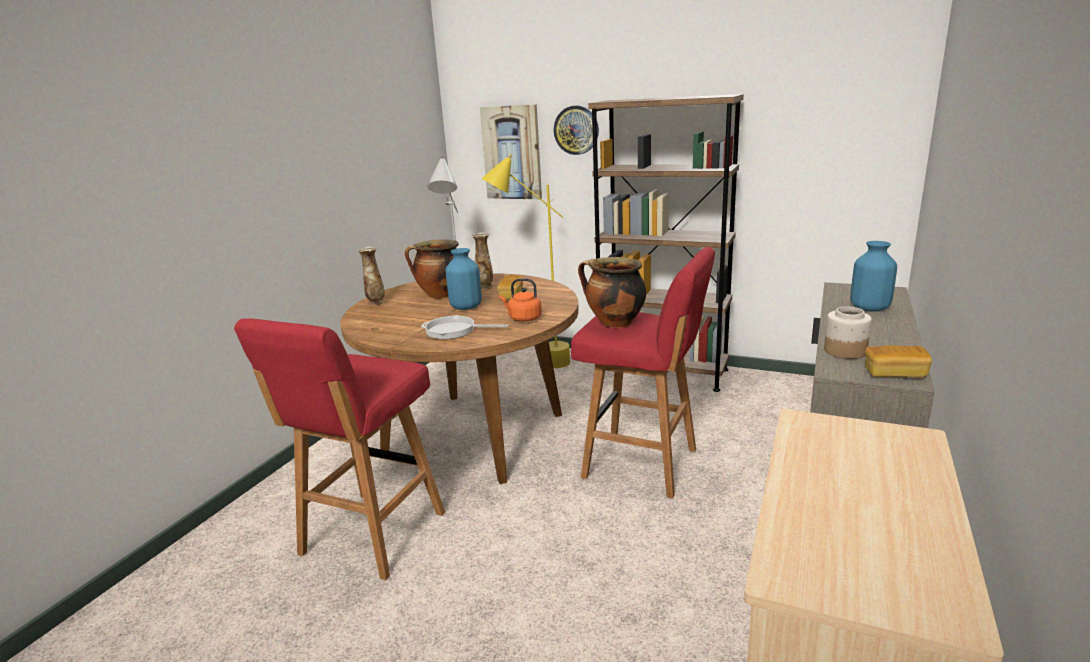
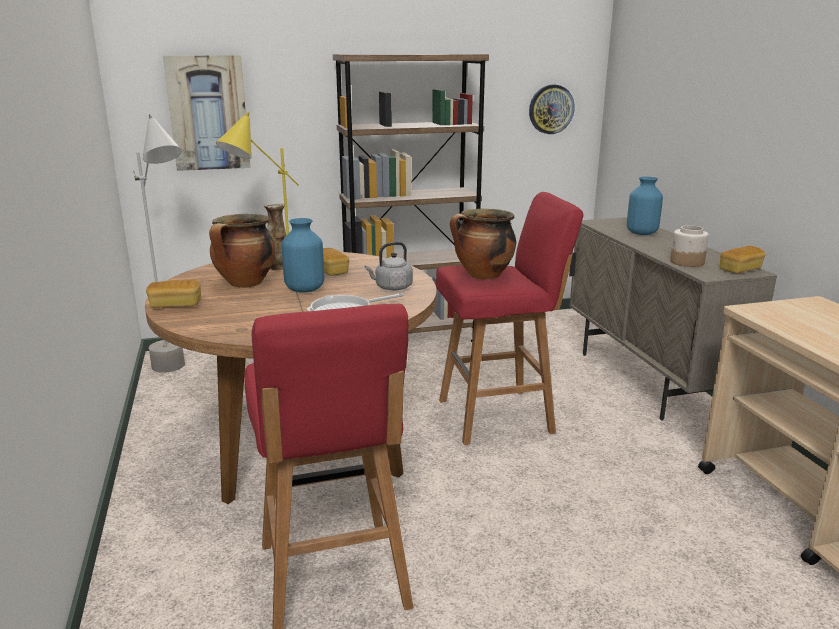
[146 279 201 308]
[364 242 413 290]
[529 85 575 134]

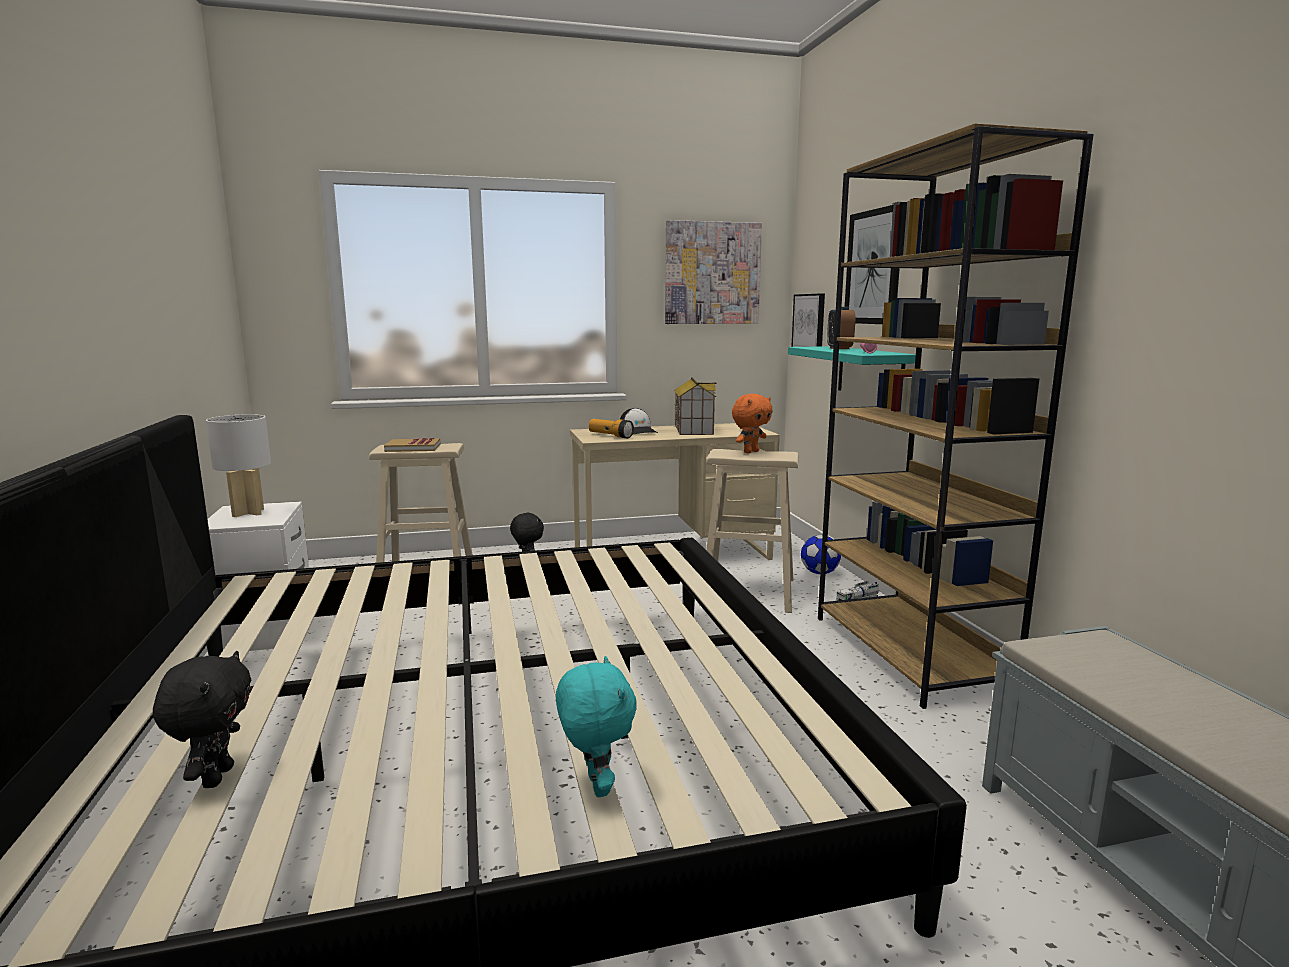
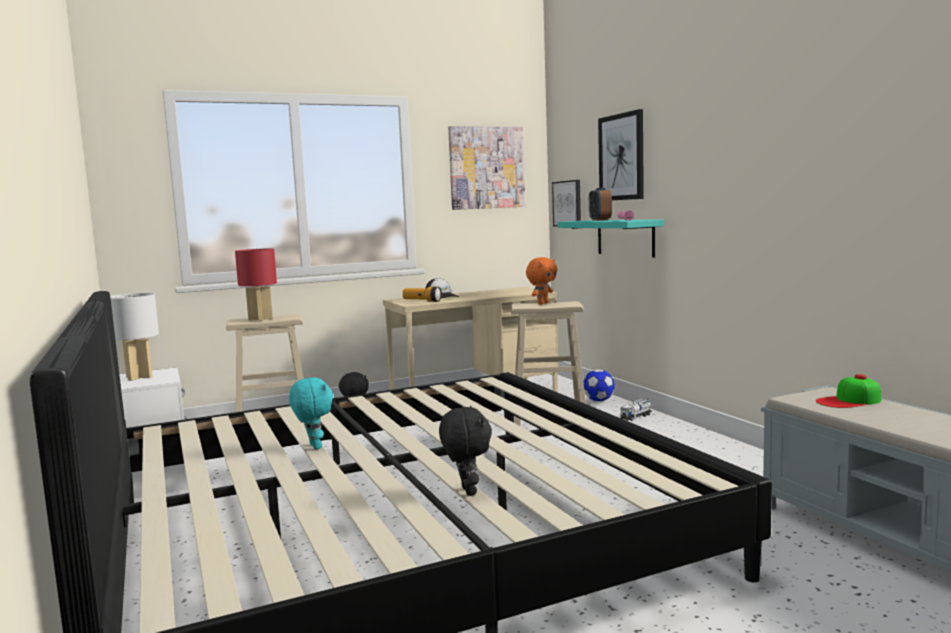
[439 406 492 496]
[235 248 277 321]
[289 377 333 449]
[674 377 716 435] (first image)
[818 123 1094 709] (first image)
[815 374 881 408]

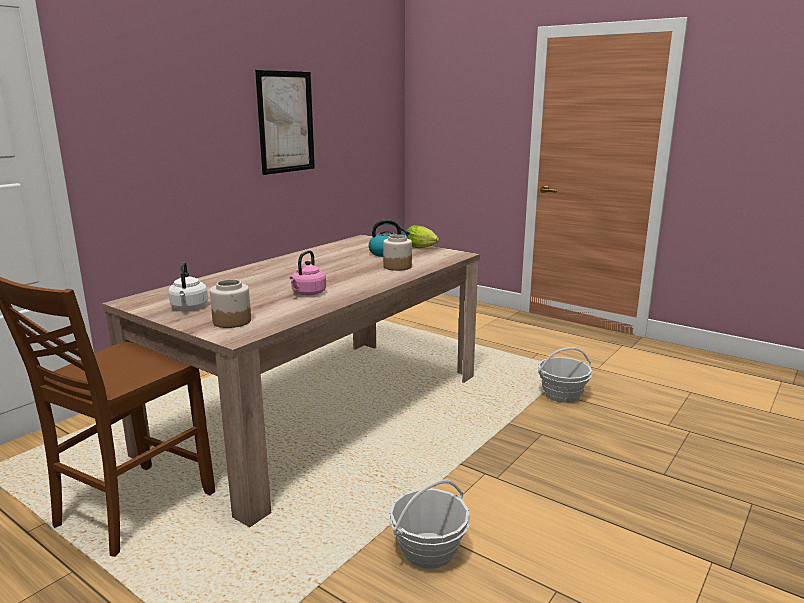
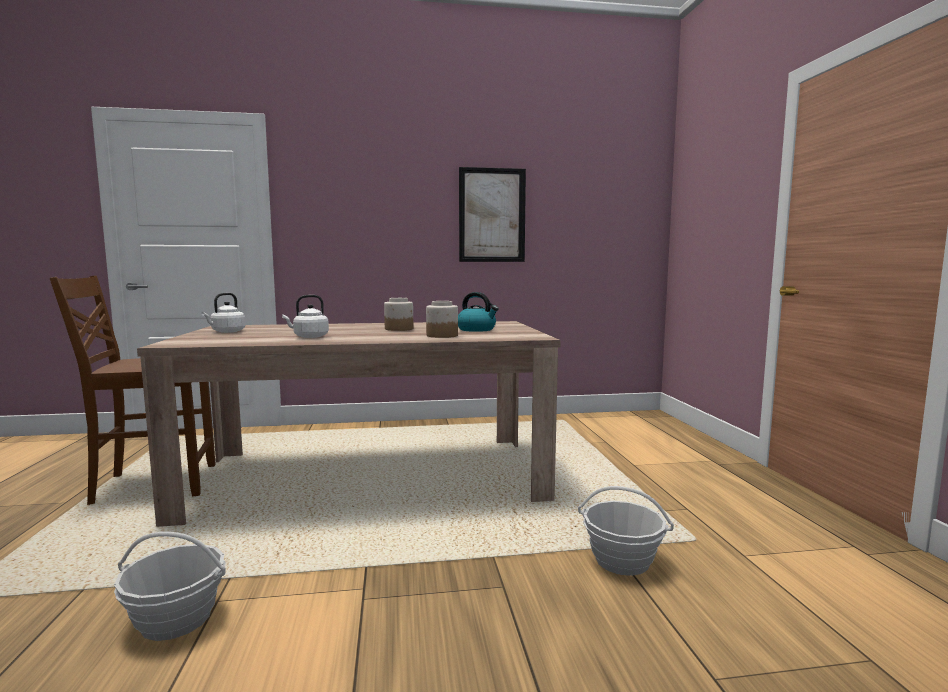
[384 298 413 331]
[282 295 329 338]
[407 225 439 248] (first image)

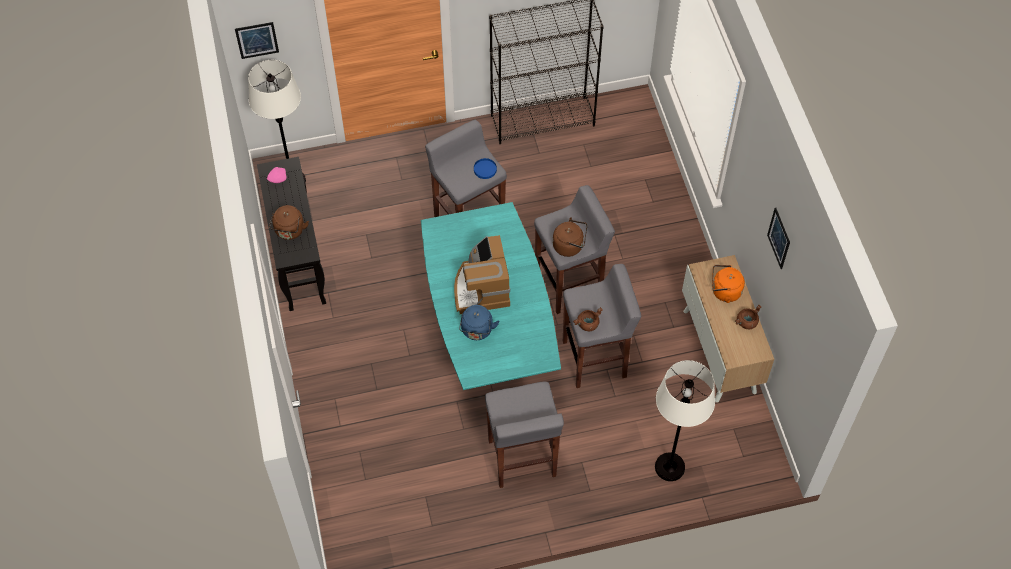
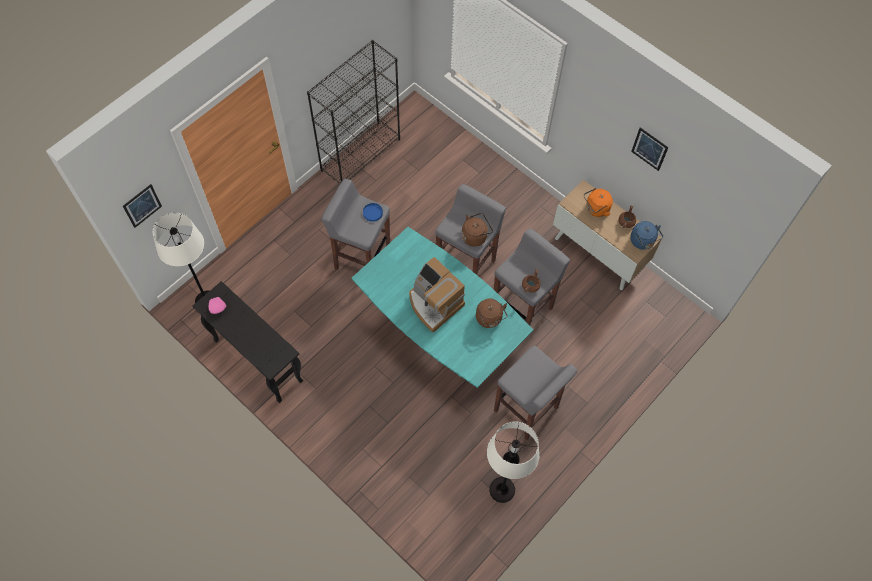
[476 298 507 328]
[630 221 663 250]
[487 421 540 503]

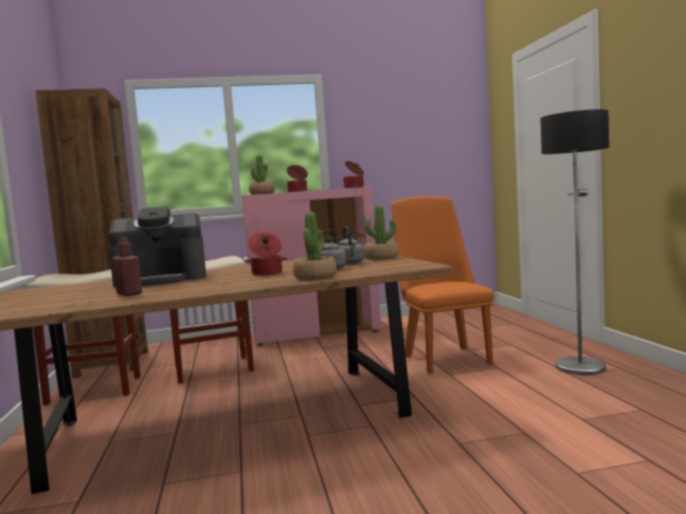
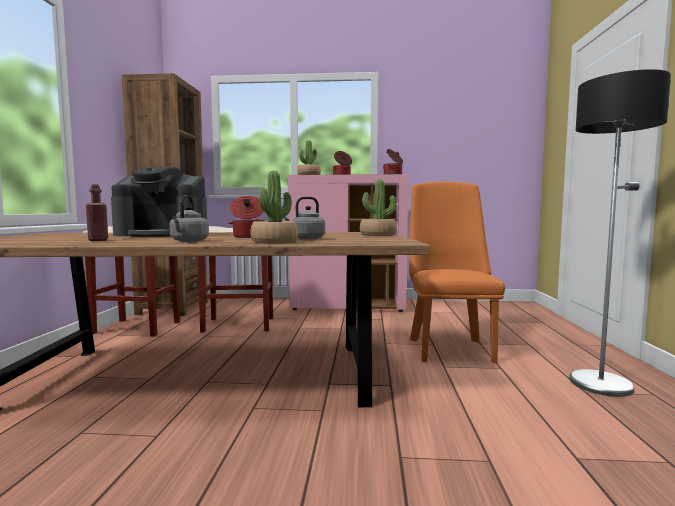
[170 195 209 242]

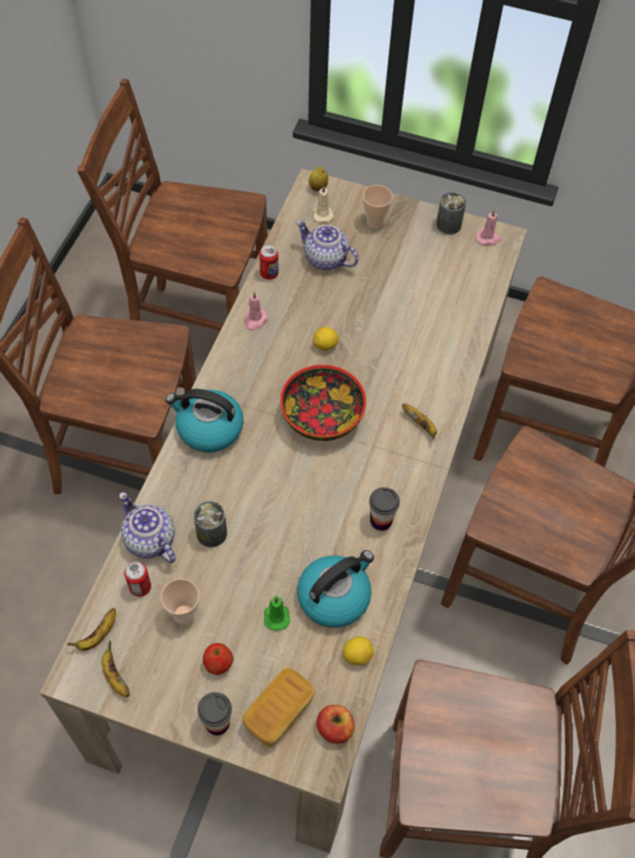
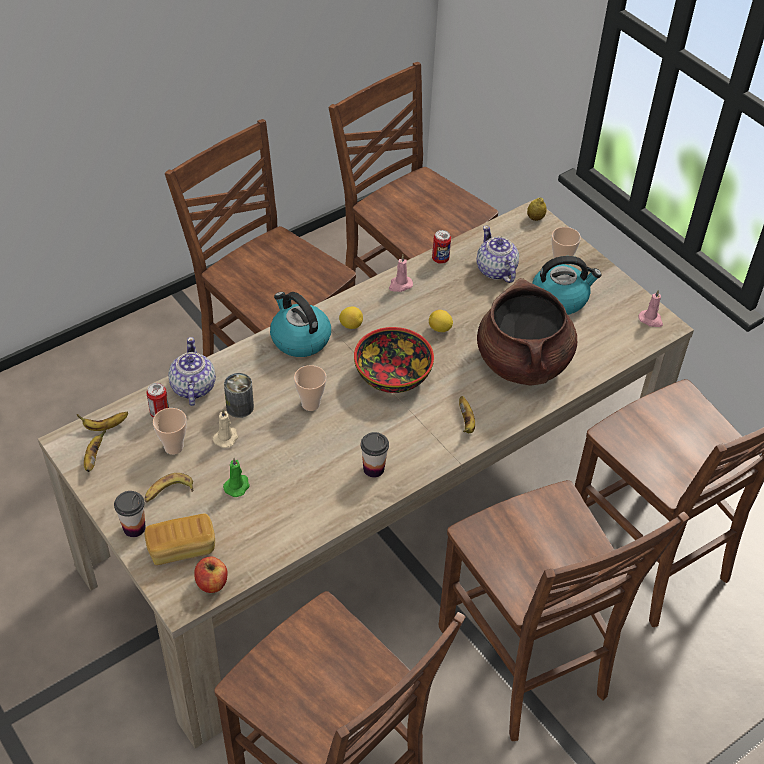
[145 473 193 502]
[532 256 602 315]
[213 409 238 448]
[339 307 363 329]
[436 192 466 235] (first image)
[294 365 327 411]
[477 278 577 386]

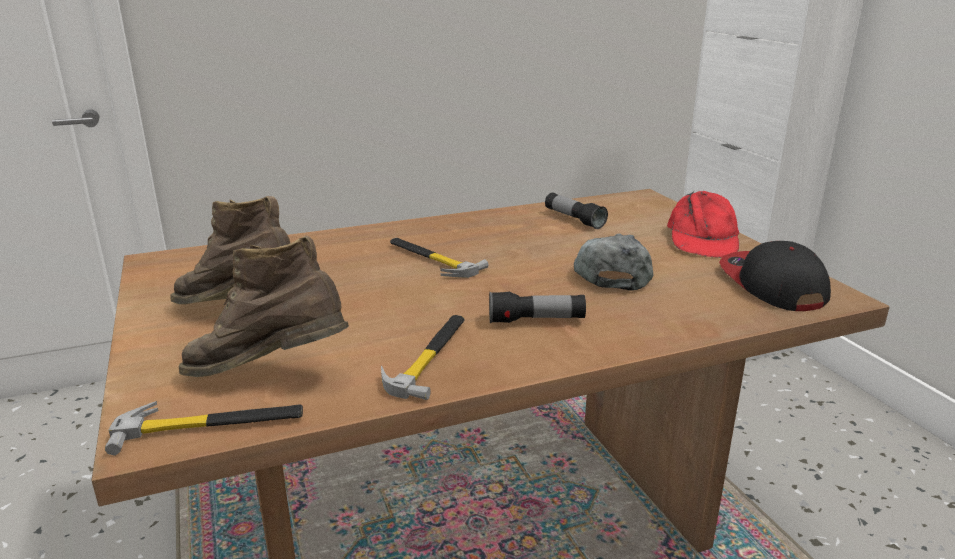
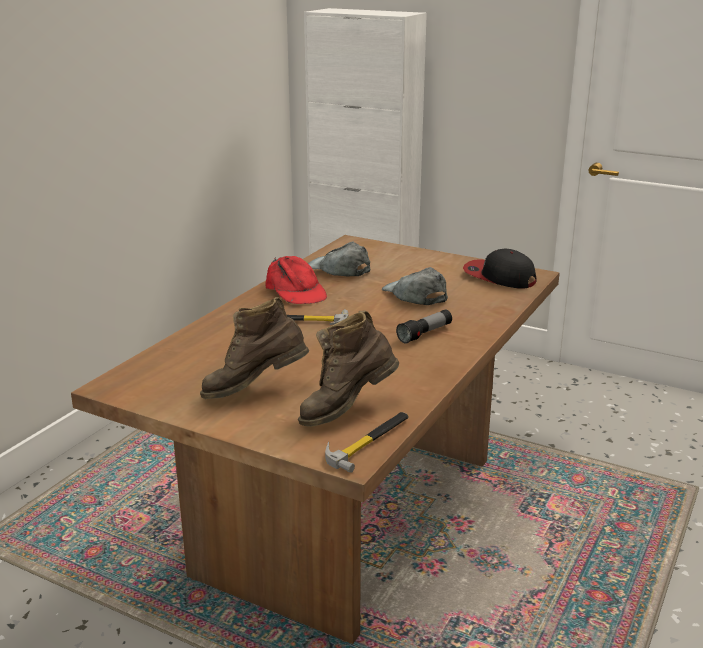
[381 315 465 400] (first image)
[308 242 370 276]
[266 256 327 304]

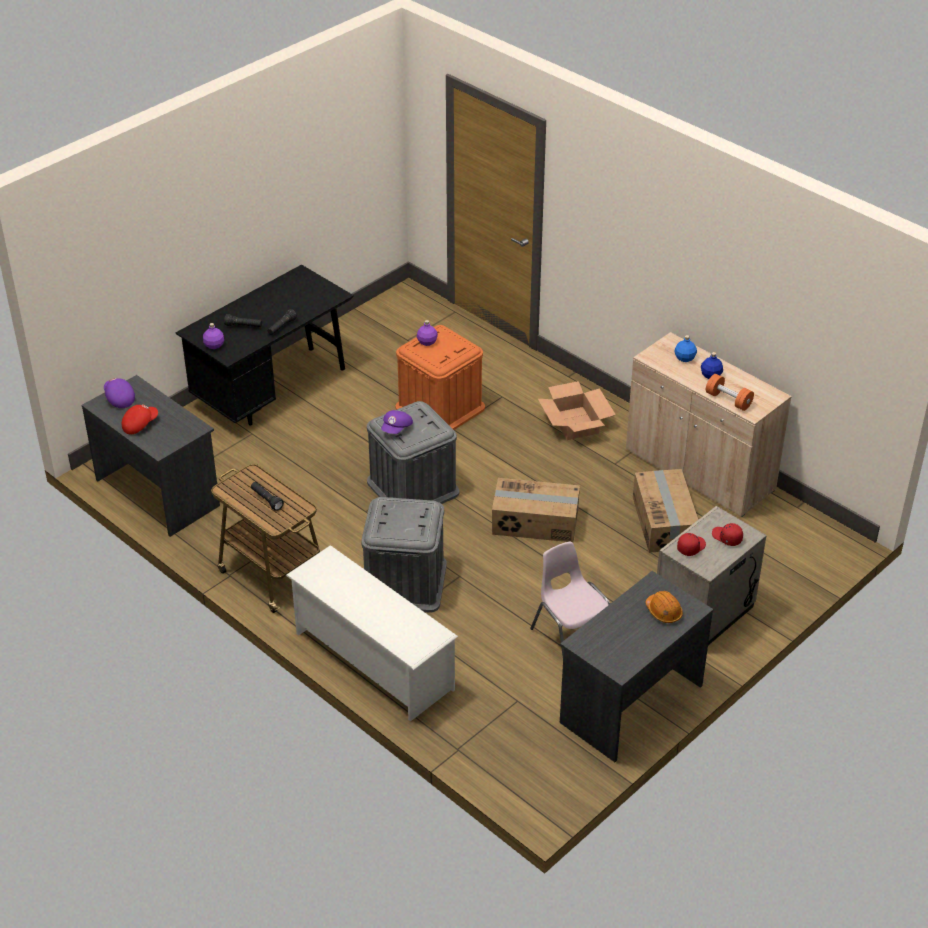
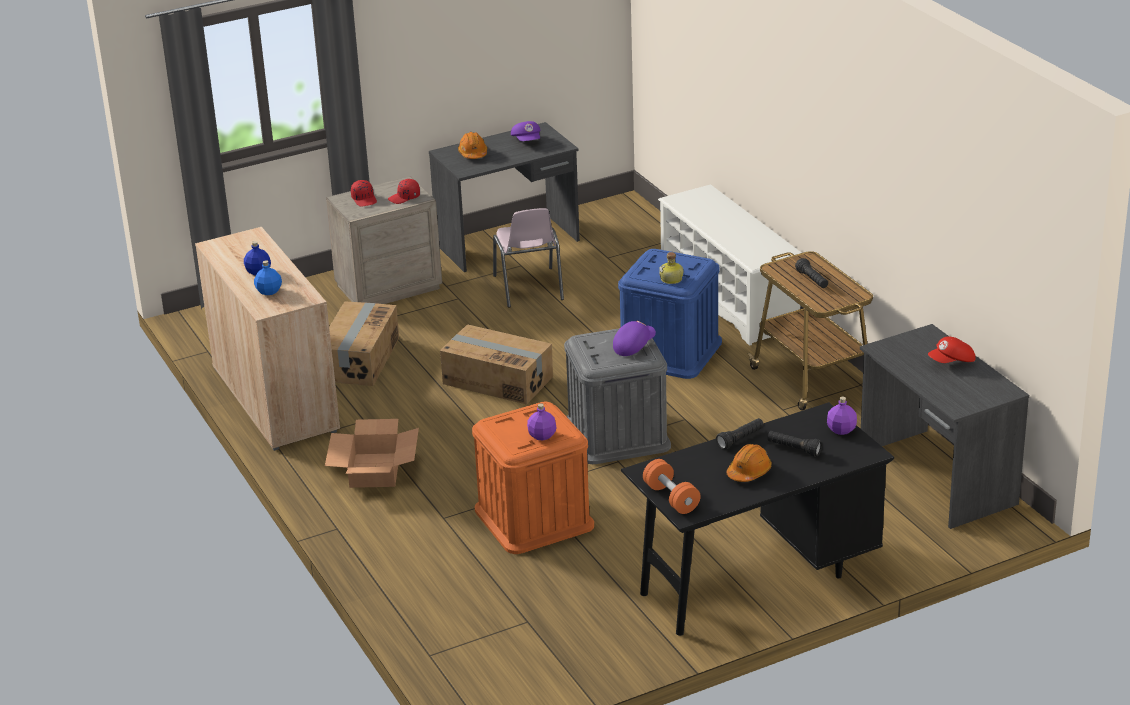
[511 121 541 141]
[618 249 722 379]
[643 459 701 514]
[659 252 684 284]
[726 444 772 482]

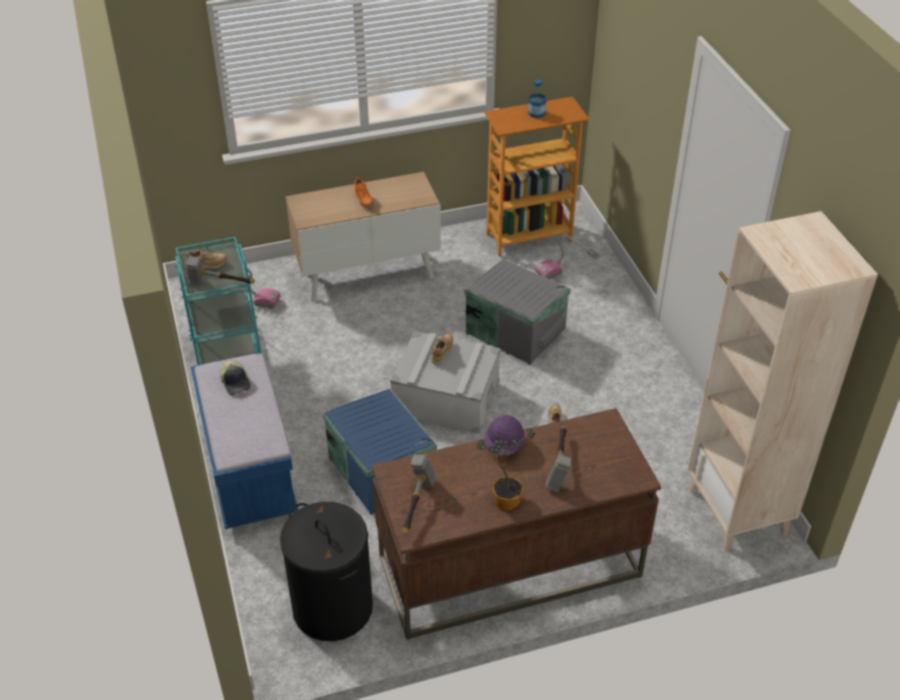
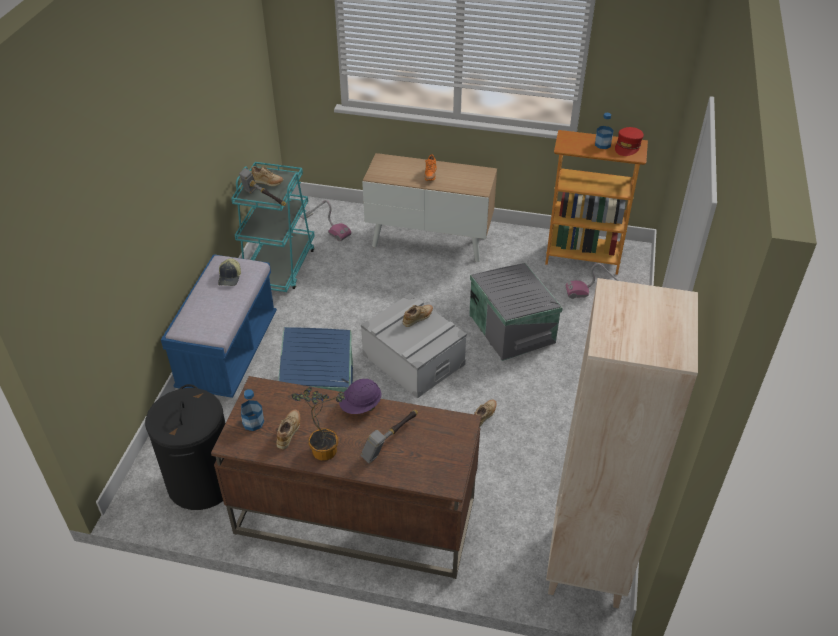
[241 389 264 431]
[276 409 300 449]
[615 127 644 156]

